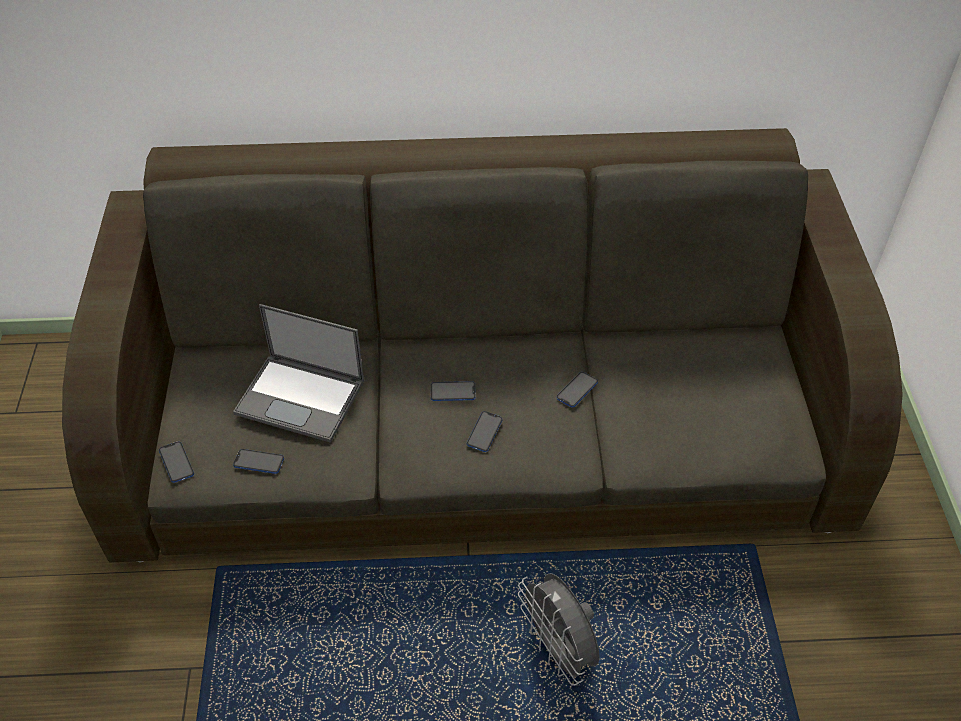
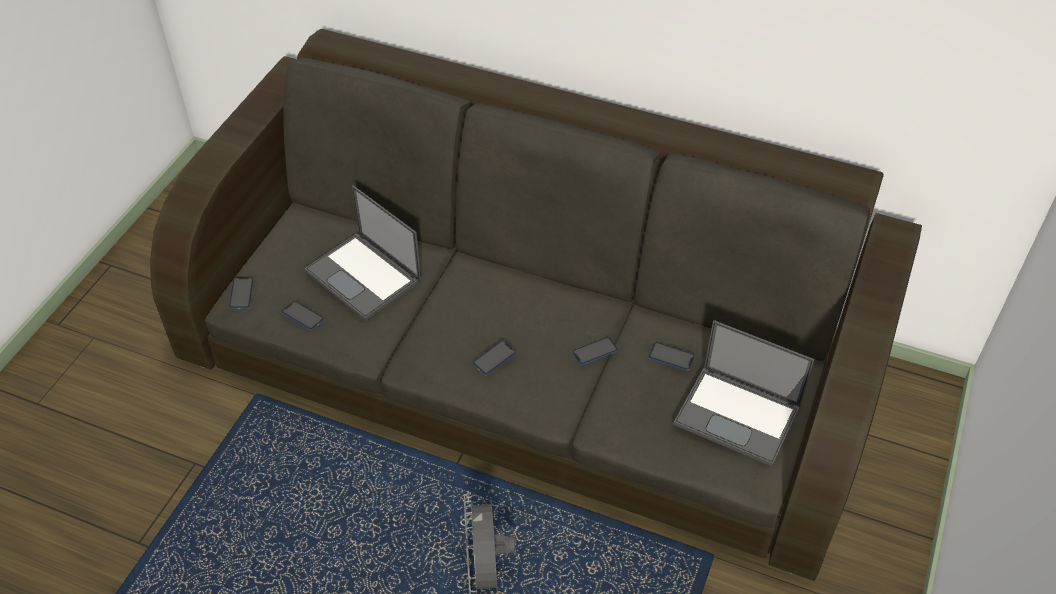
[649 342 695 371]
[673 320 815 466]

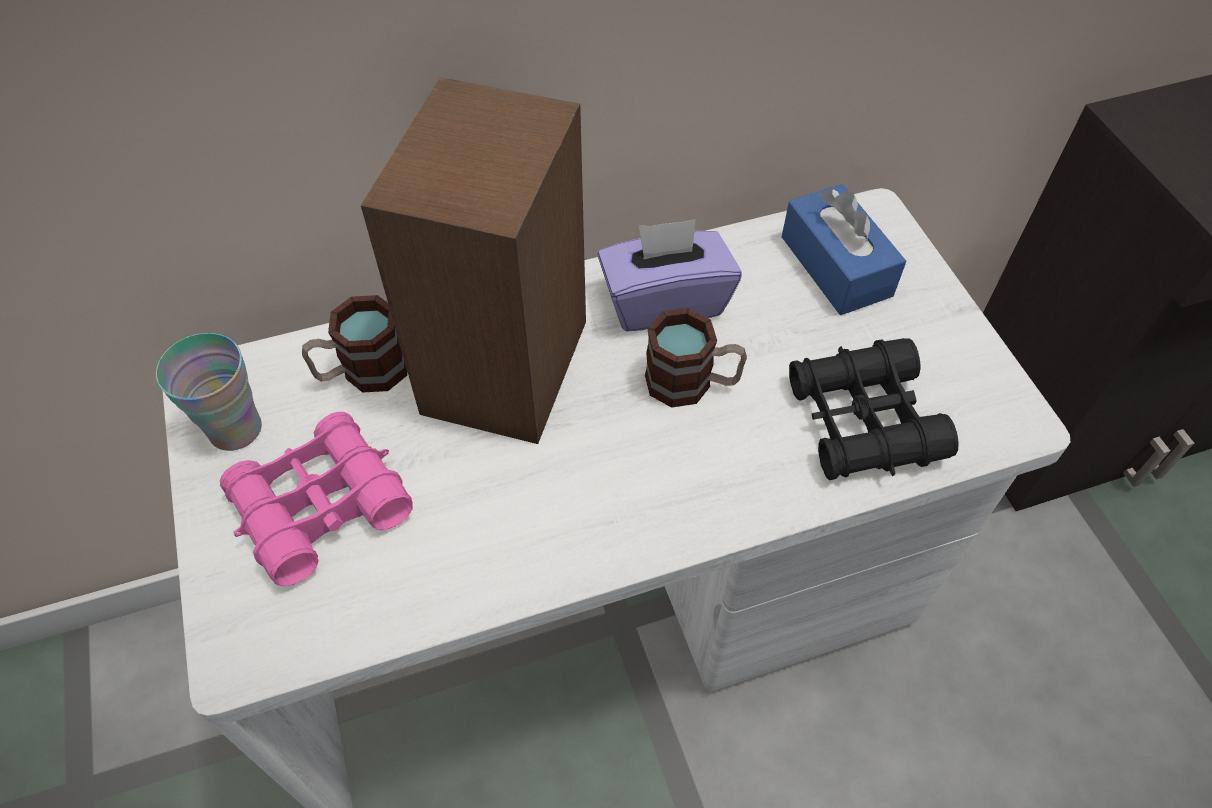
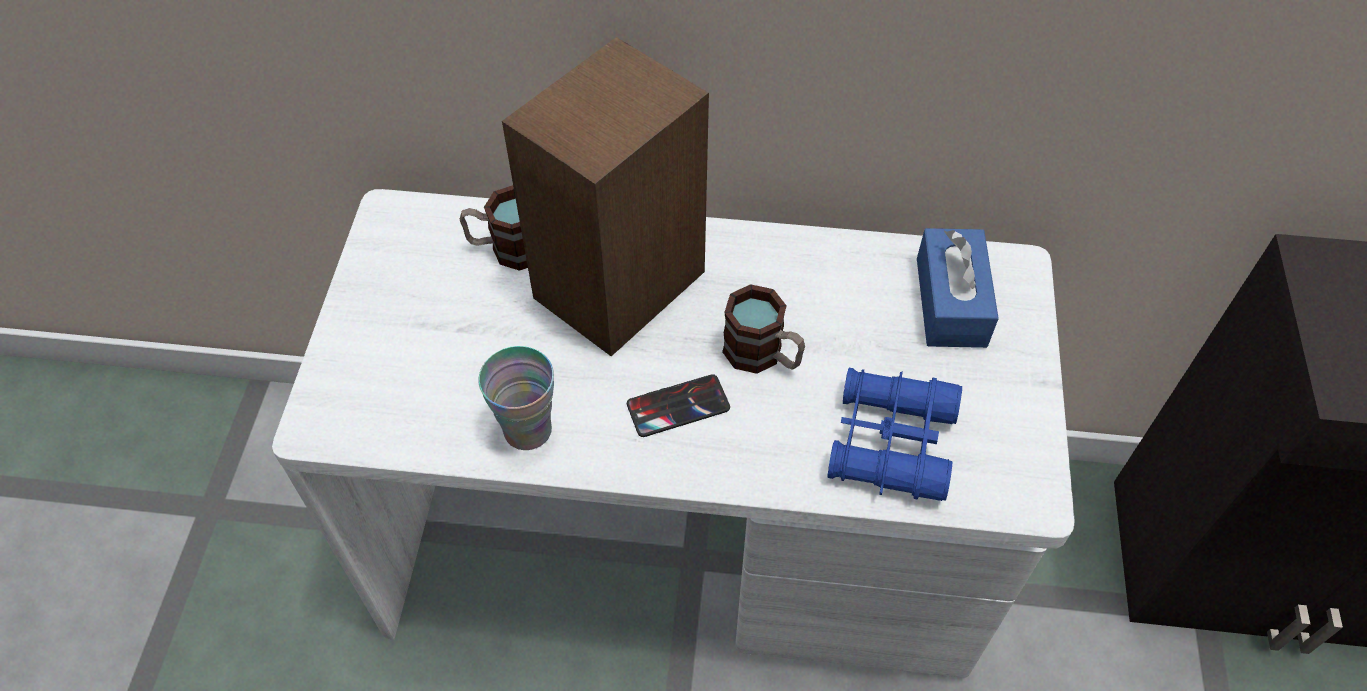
[478 346 554 450]
[220 412 413 586] (first image)
[598 219 742 332] (first image)
[827 368 962 501]
[627 374 730 437]

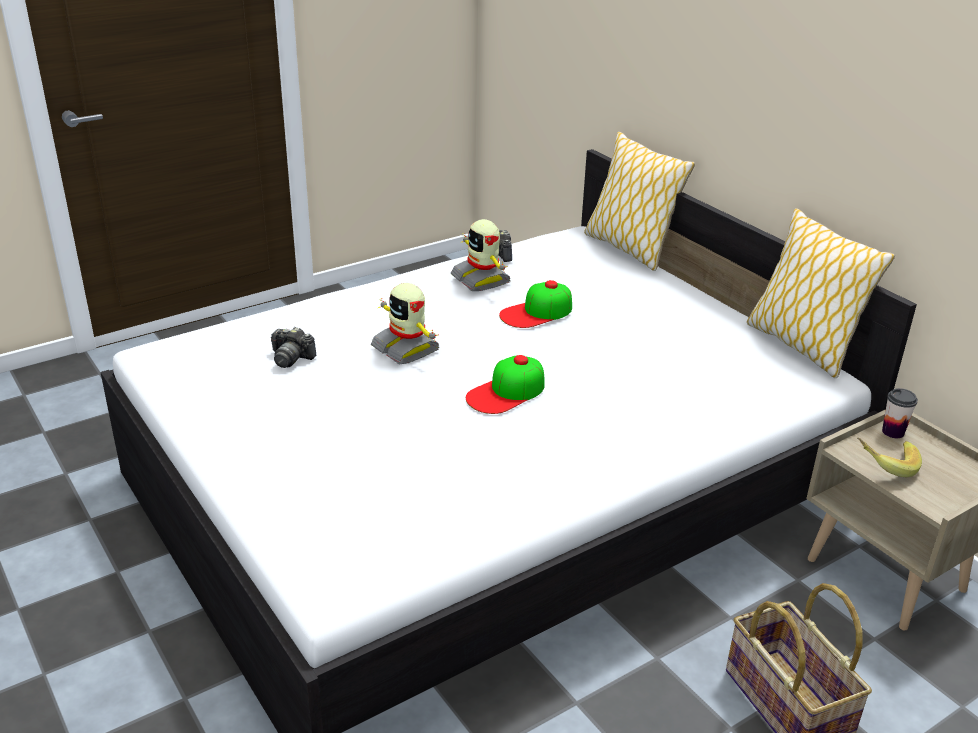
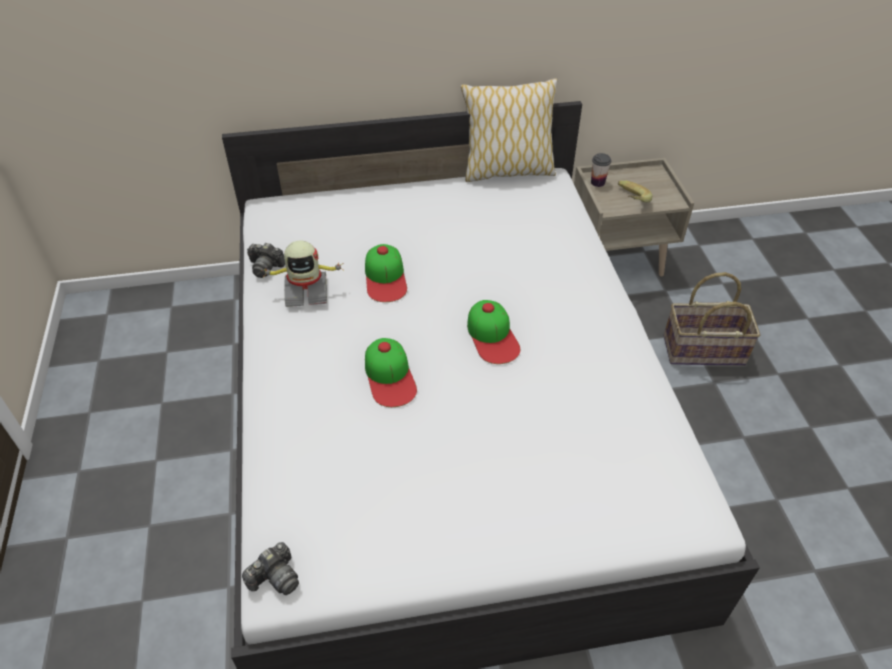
[242 542 299 595]
[365 338 417 407]
[584 132 695 271] (first image)

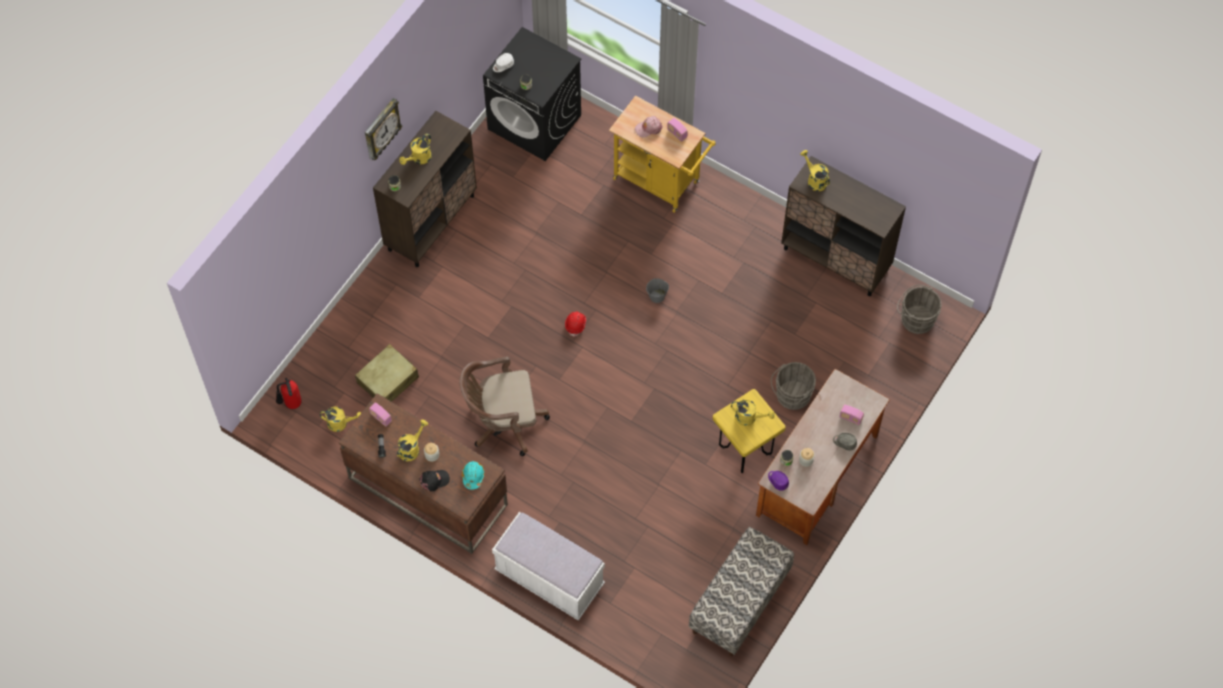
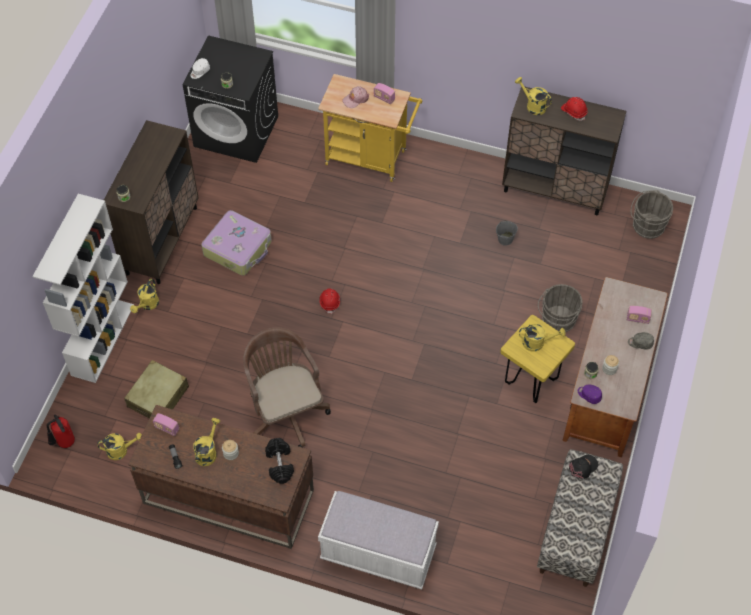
[365 98 402 160] (first image)
[130 279 159 313]
[569 455 598 479]
[243 328 331 448]
[265 438 294 484]
[496 220 518 246]
[33 194 134 383]
[201 210 272 275]
[561 97 588 121]

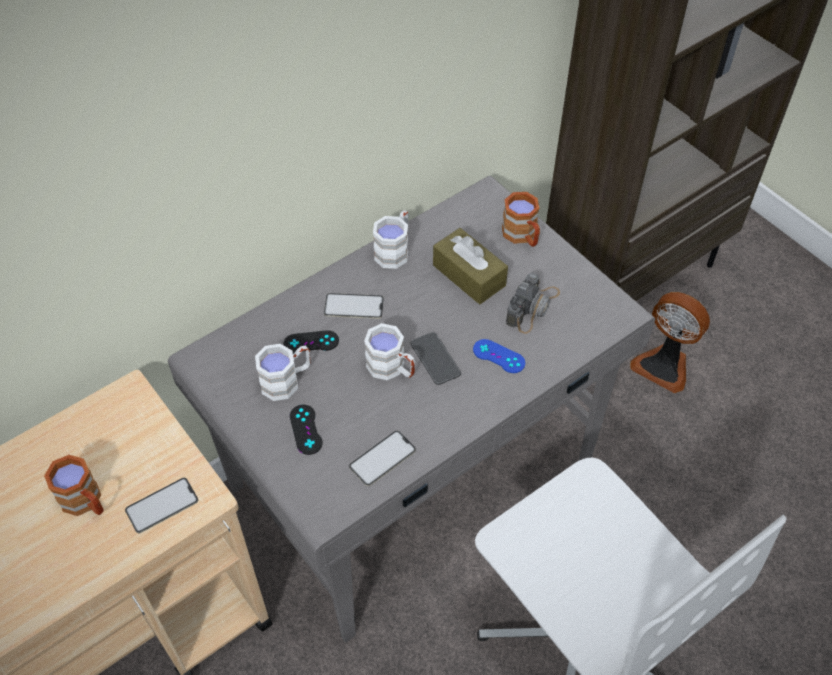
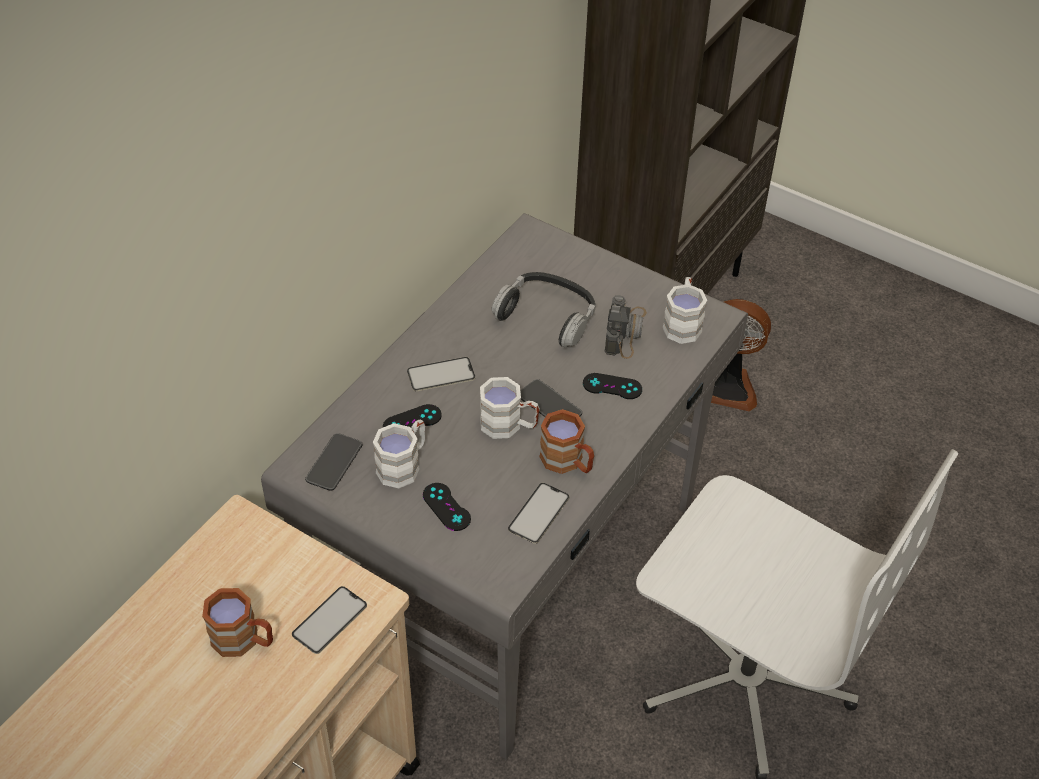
[663 277 707 344]
[492 272 596 348]
[583 373 642 399]
[539 409 594 474]
[305 433 363 491]

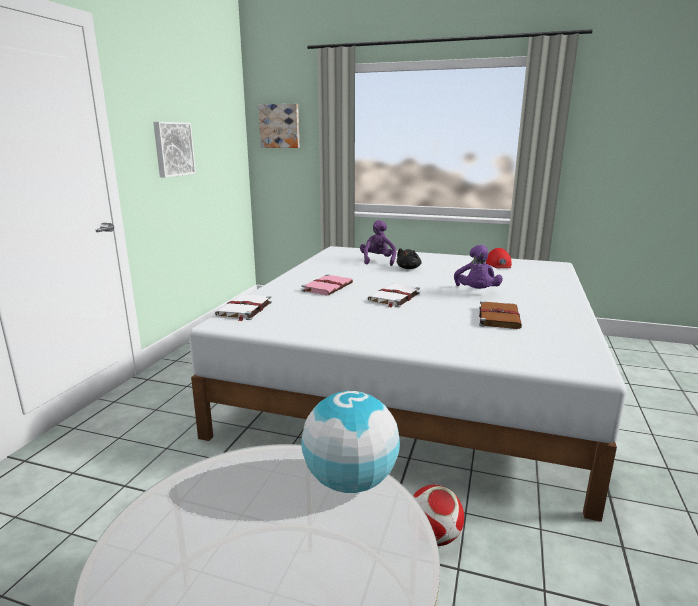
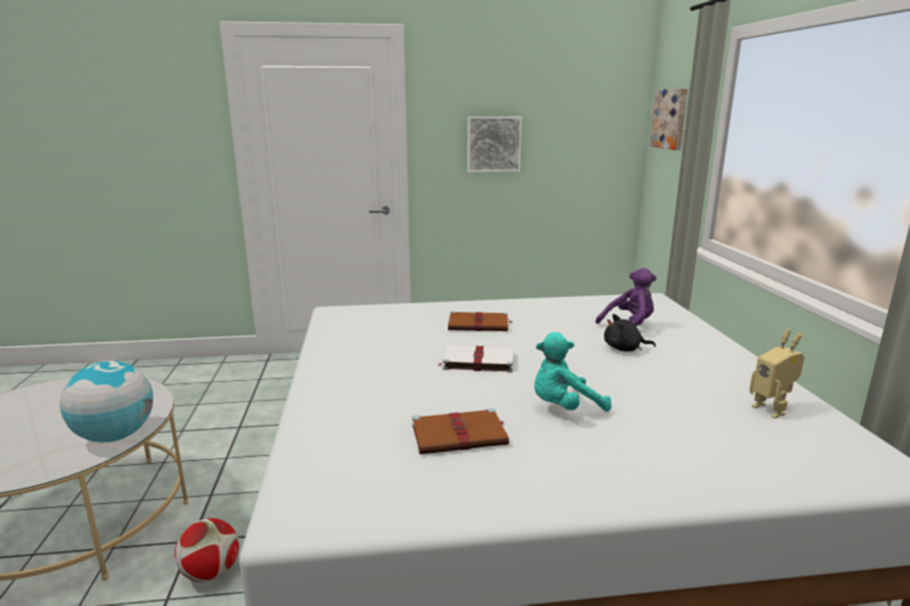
[215 294 272 321] (first image)
[448 311 513 331]
[534 332 612 412]
[750 330 804 418]

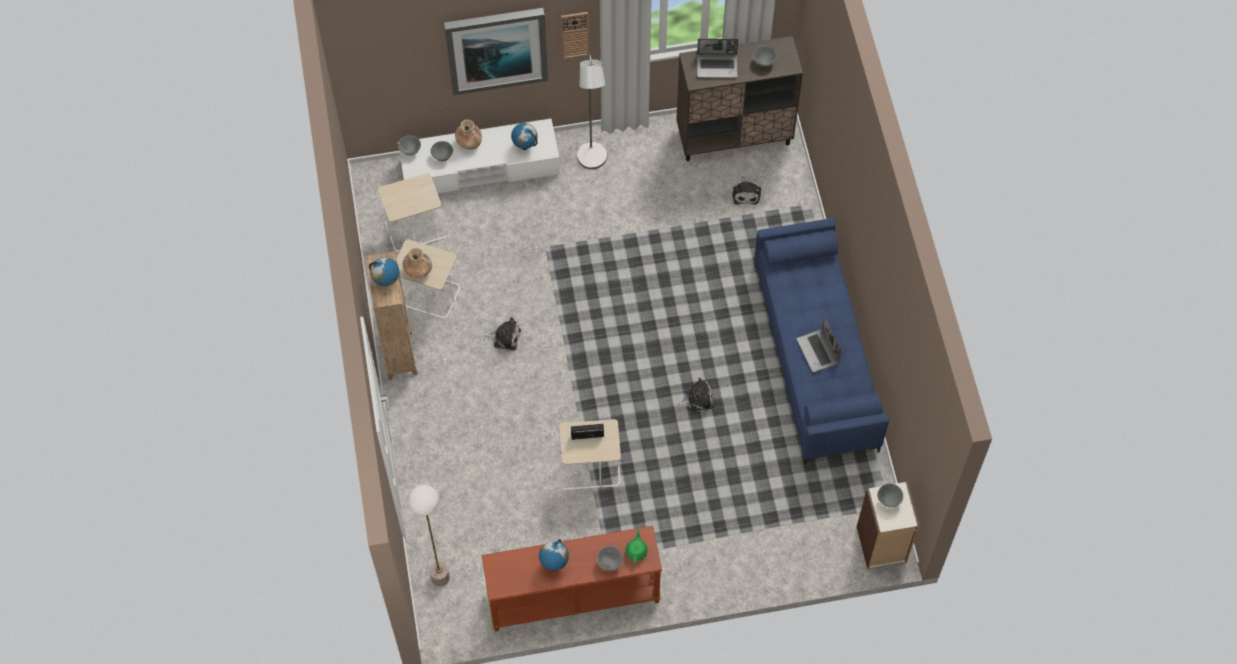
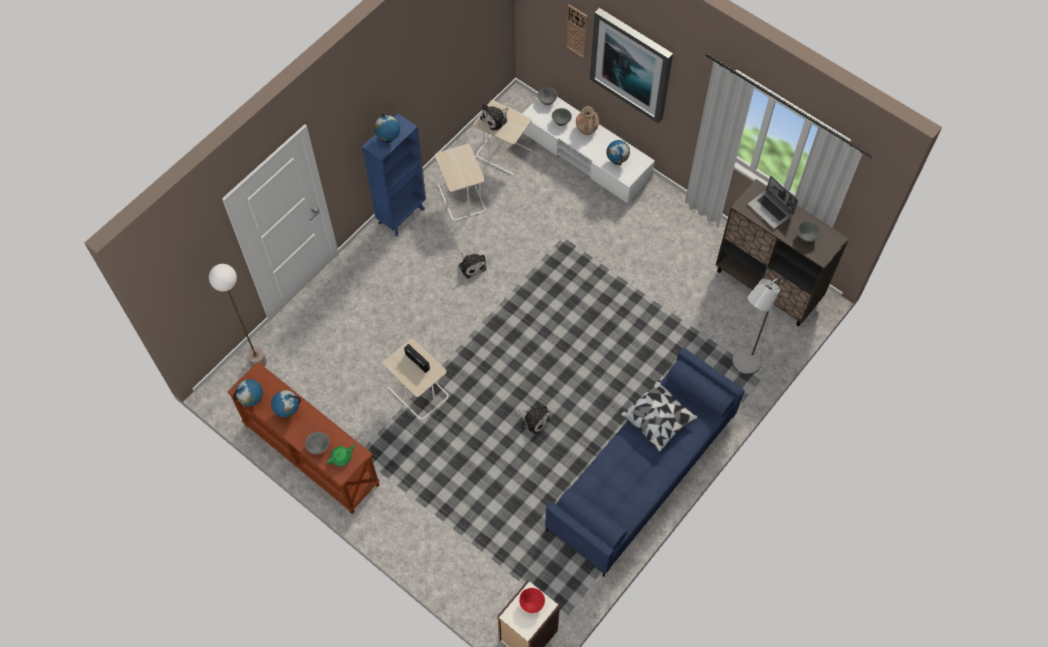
[362 113 426 236]
[403 248 432 278] (first image)
[566 4 588 58]
[732 277 781 375]
[480 103 508 130]
[797 317 842 372] (first image)
[519 588 545 613]
[233 379 263 406]
[620 380 698 452]

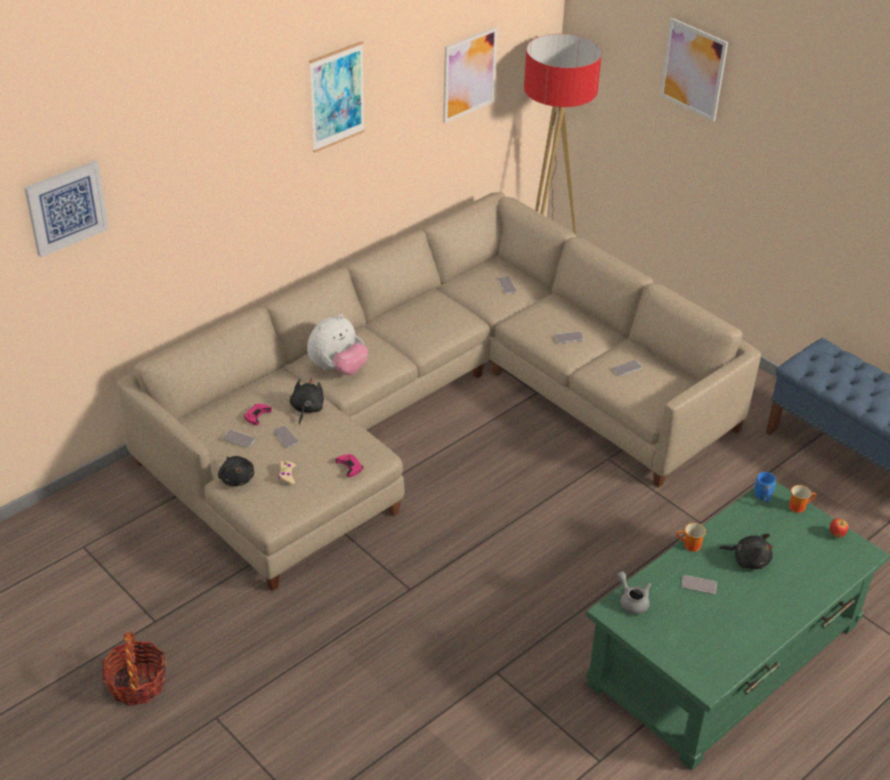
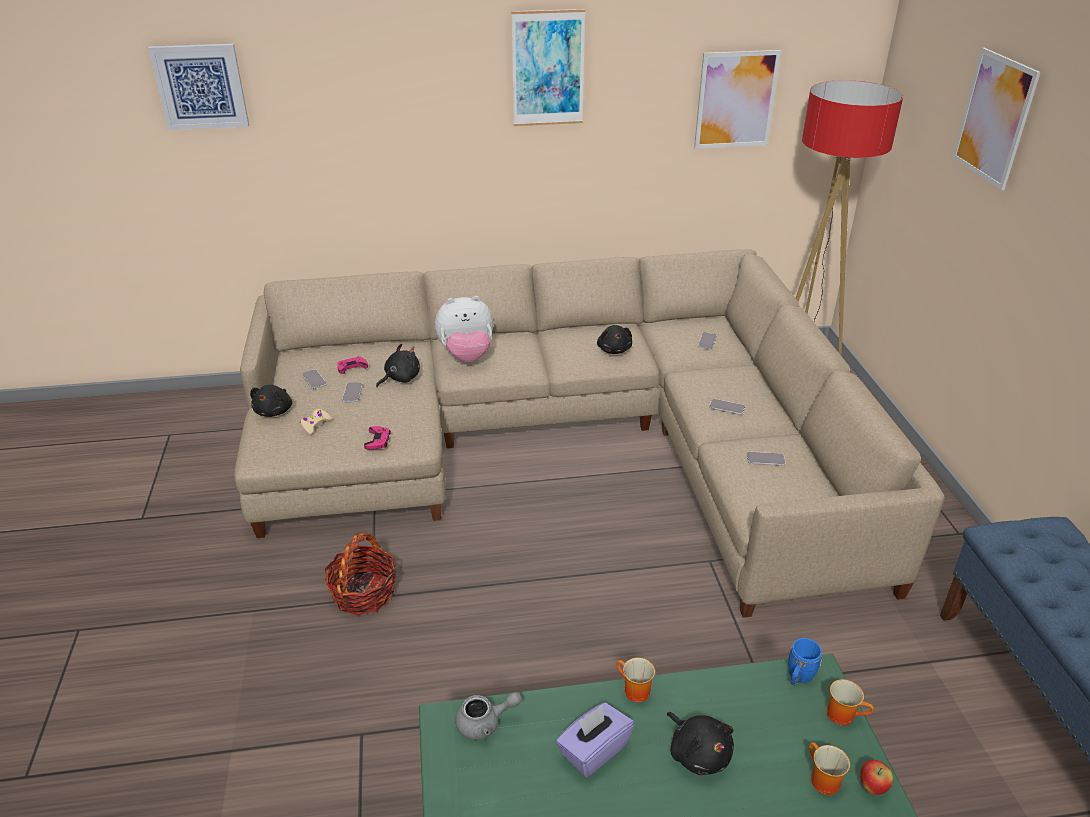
[325 533 396 616]
[455 692 522 740]
[556 702 634 777]
[597 325 632 354]
[809 742 850 795]

